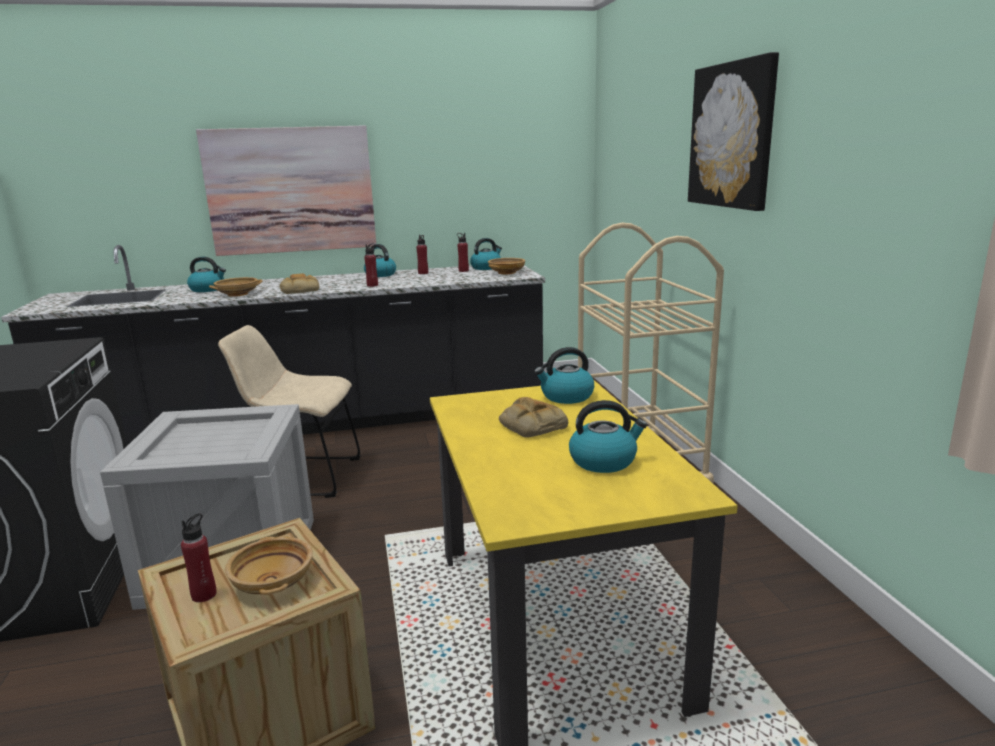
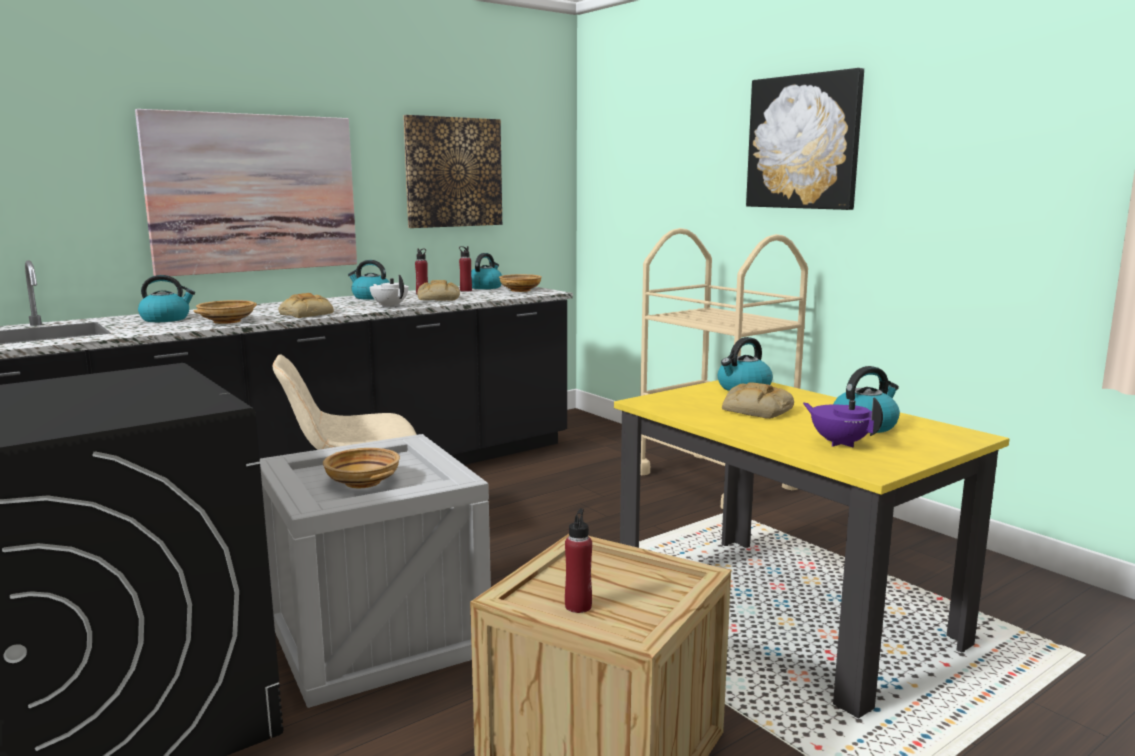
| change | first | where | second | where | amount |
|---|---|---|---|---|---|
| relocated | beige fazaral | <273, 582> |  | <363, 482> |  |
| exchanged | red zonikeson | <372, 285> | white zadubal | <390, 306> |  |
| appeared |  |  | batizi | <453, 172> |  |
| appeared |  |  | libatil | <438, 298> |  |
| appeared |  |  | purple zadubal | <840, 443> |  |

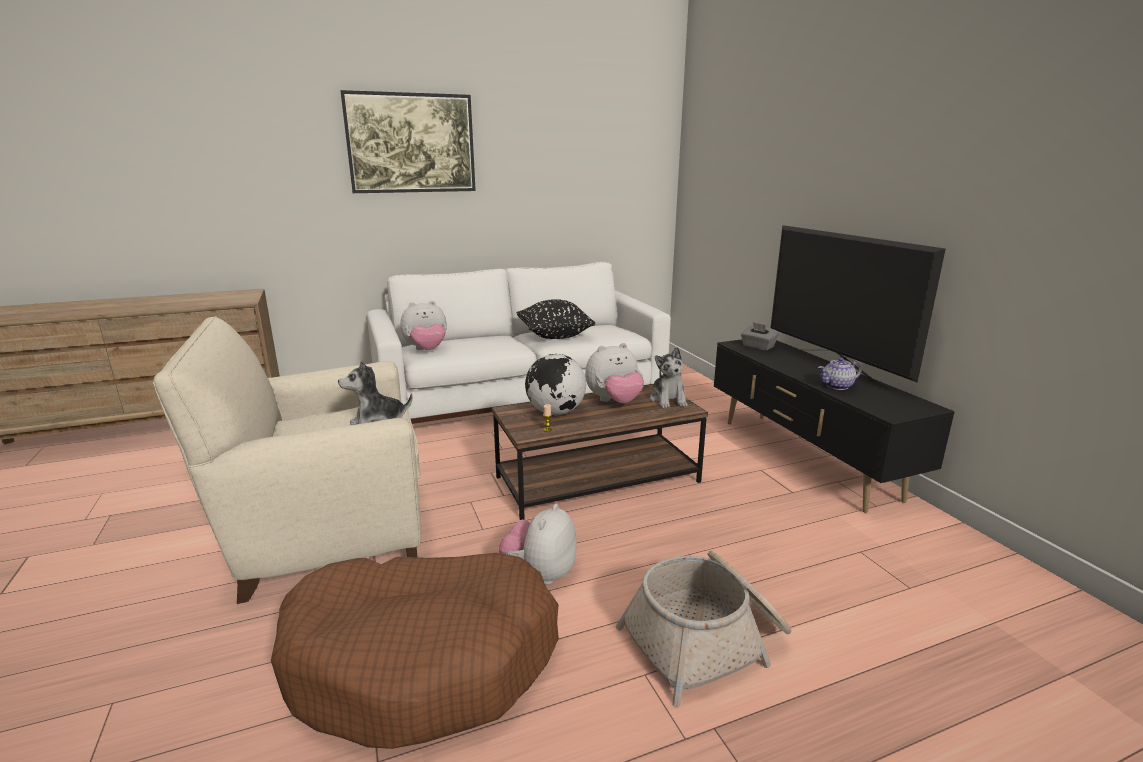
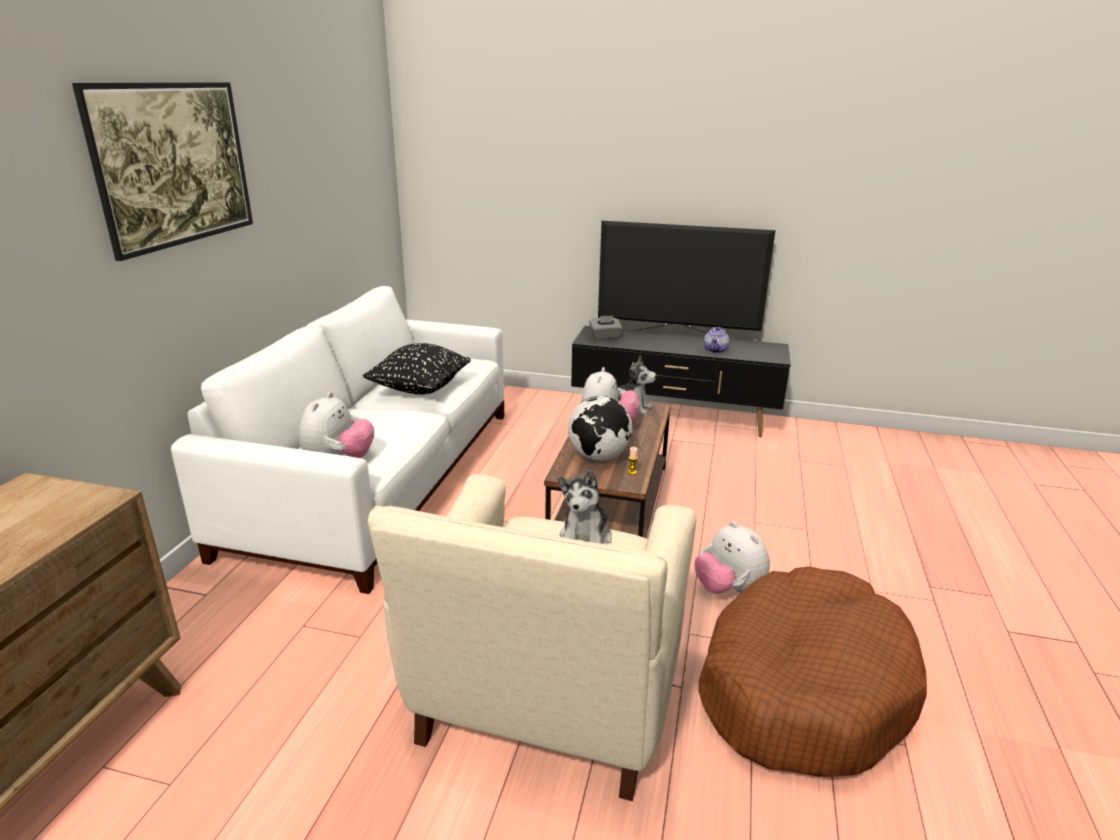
| change | first | where | second | where | amount |
|---|---|---|---|---|---|
| missing | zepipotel | <707, 640> |  |  |  |

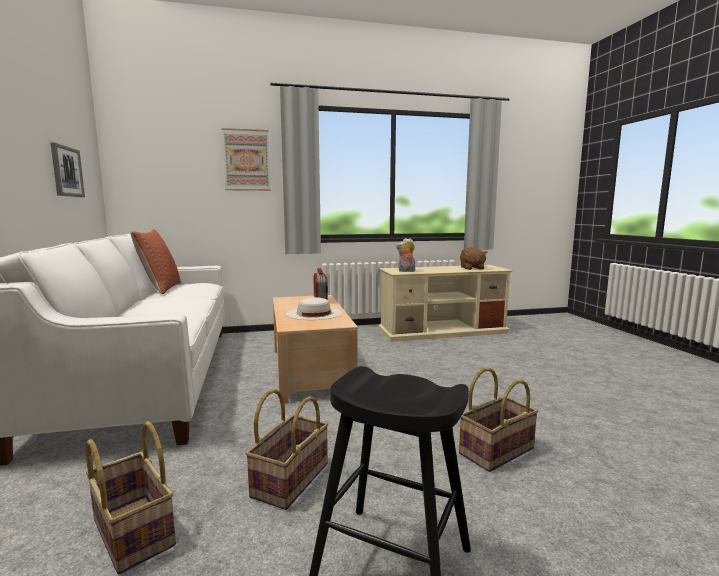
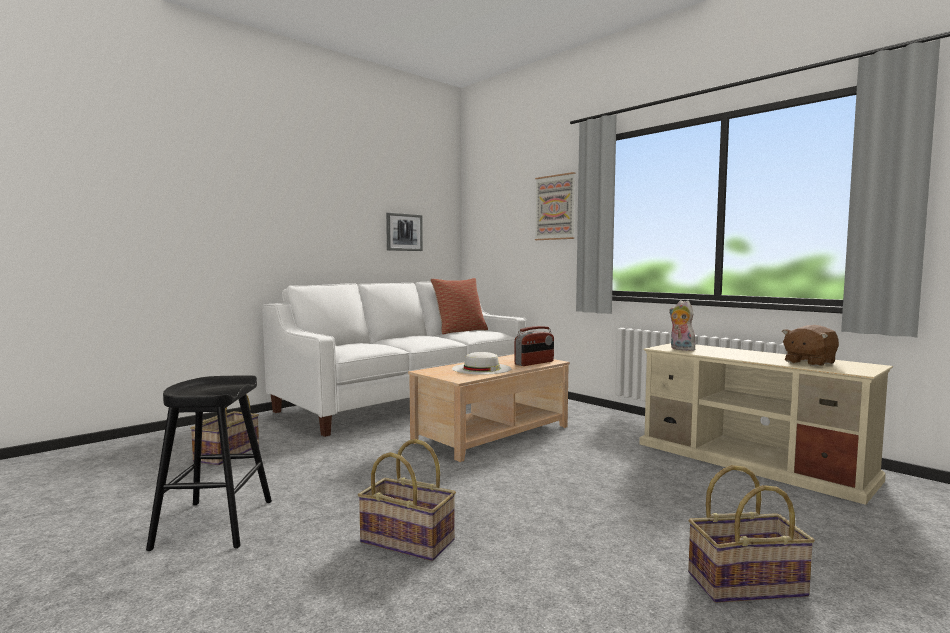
| change | first | where | second | where | amount |
|---|---|---|---|---|---|
| relocated | zepipotel | <289, 479> |  | <746, 583> |  |

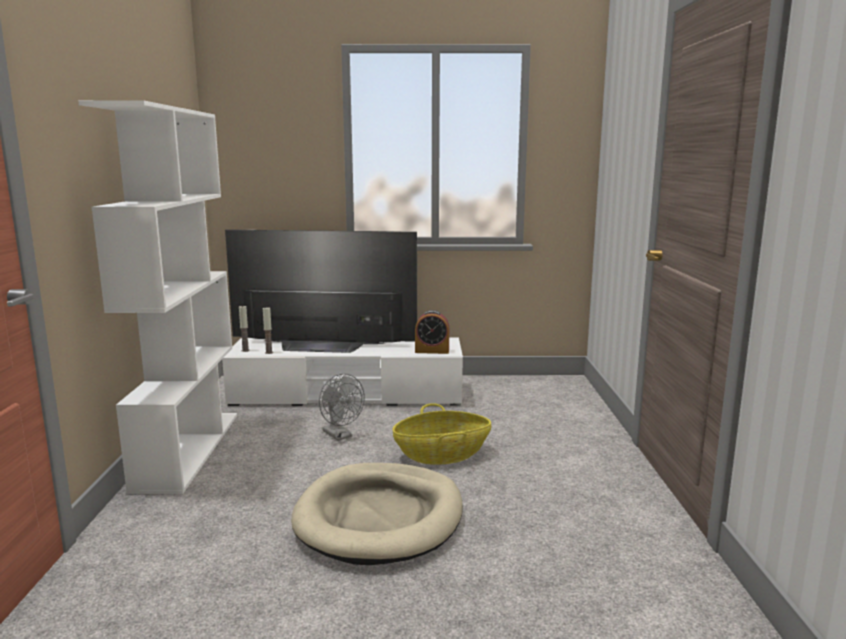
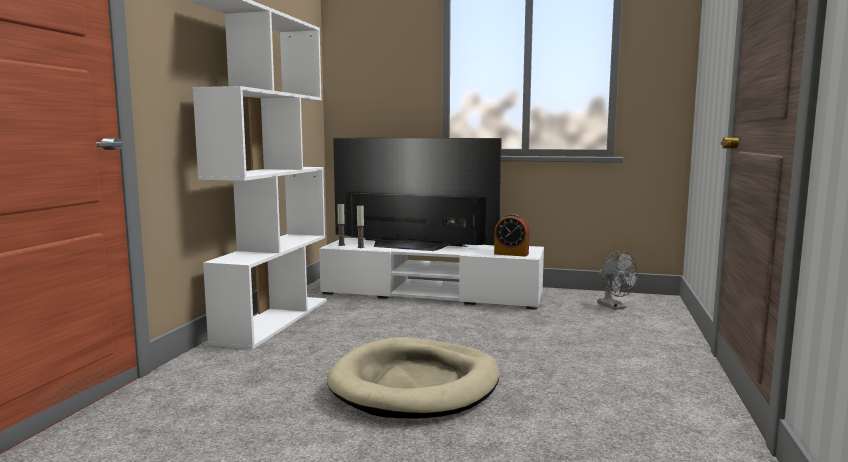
| change | first | where | second | where | amount |
|---|---|---|---|---|---|
| relocated | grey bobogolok | <340, 435> |  | <615, 307> |  |
| missing | zepipotel | <442, 454> |  |  |  |

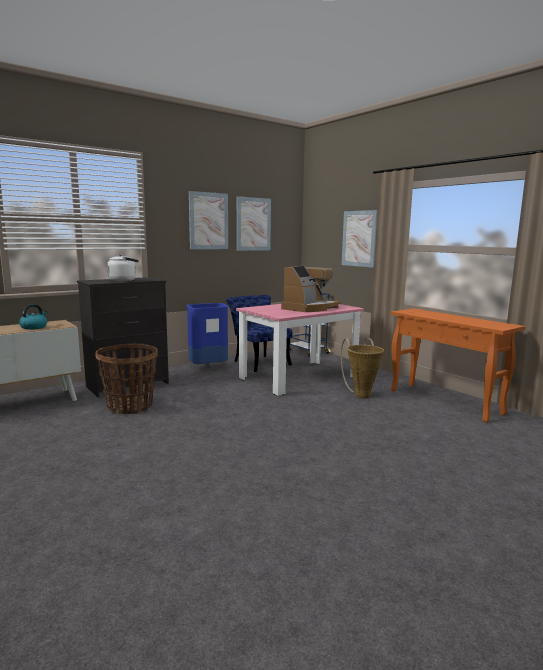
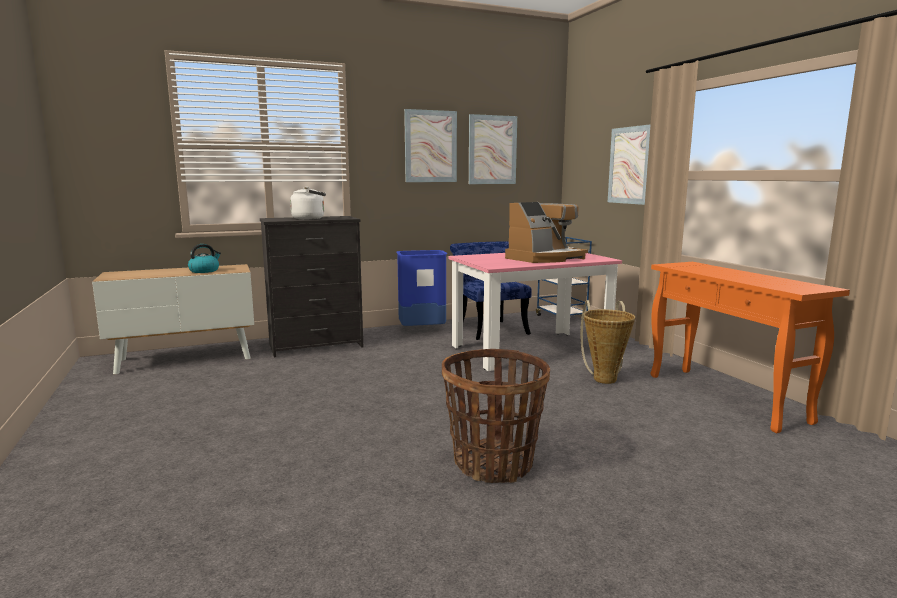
| change | first | where | second | where | amount |
|---|---|---|---|---|---|
| relocated | zepipotel | <130, 406> |  | <493, 463> |  |

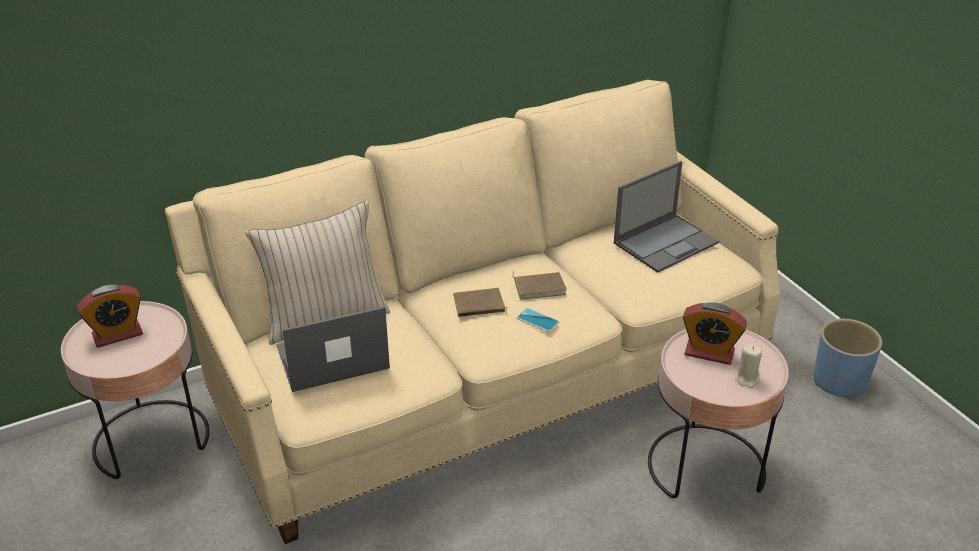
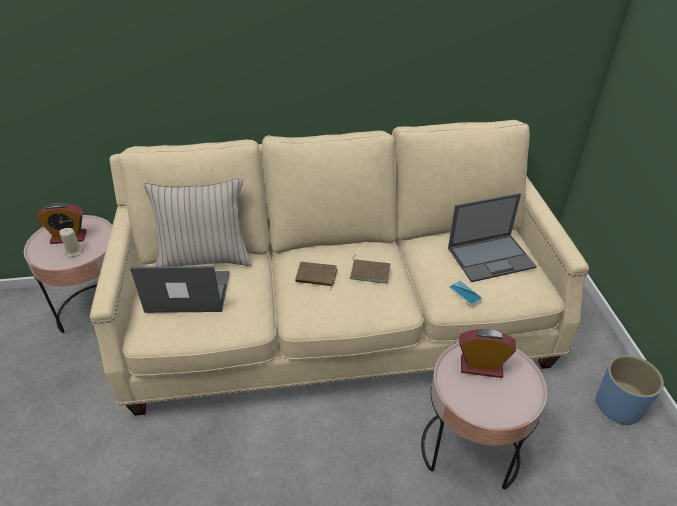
| change | first | where | second | where | amount |
|---|---|---|---|---|---|
| relocated | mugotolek | <537, 320> |  | <465, 293> |  |
| spun | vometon | <709, 352> |  | <481, 367> | 150 degrees clockwise |
| relocated | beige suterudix | <747, 379> |  | <74, 252> |  |

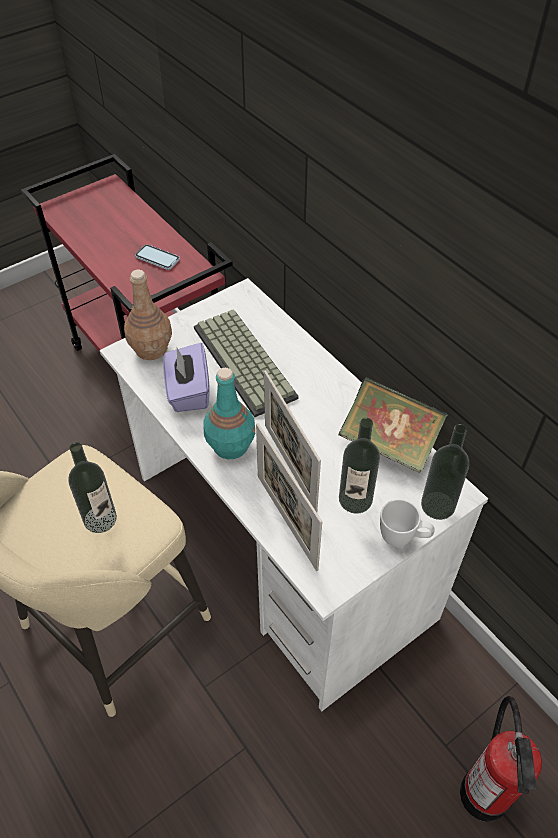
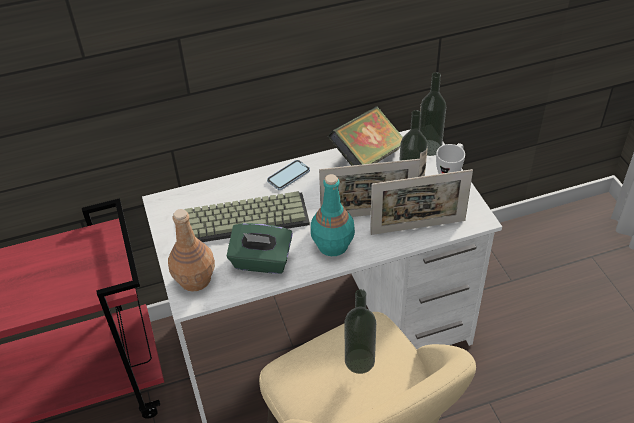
| change | first | where | second | where | amount |
|---|---|---|---|---|---|
| relocated | mugotolek | <157, 258> |  | <288, 176> |  |
| colour | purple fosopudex | <188, 392> | green fosopudex | <261, 262> |  |
| missing | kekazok | <484, 794> |  |  |  |

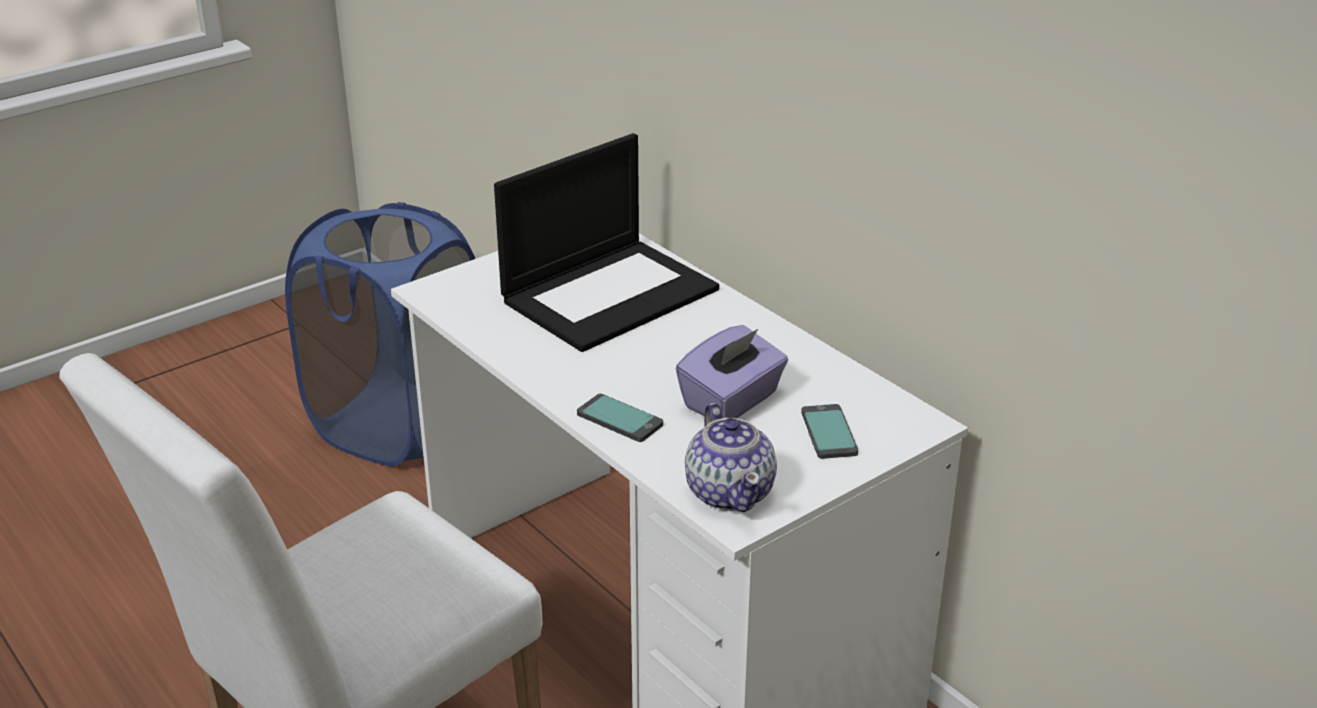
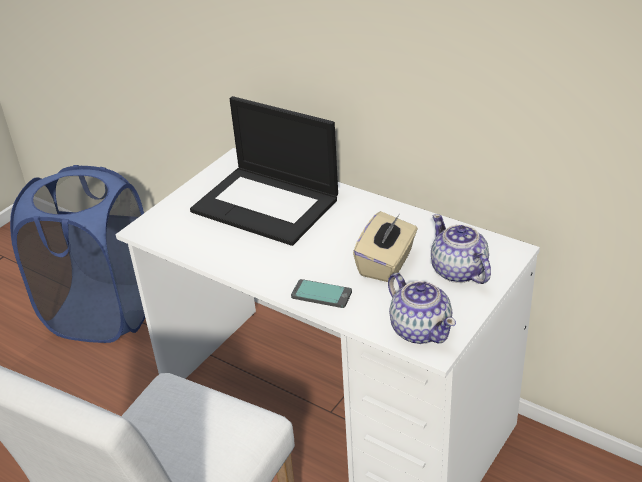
| change | first | where | second | where | amount |
|---|---|---|---|---|---|
| spun | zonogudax | <610, 294> |  | <267, 205> | 90 degrees clockwise |
| colour | purple fosopudex | <732, 401> | beige fosopudex | <386, 264> |  |
| exchanged | mugotolek | <828, 433> | zadubal | <458, 271> |  |

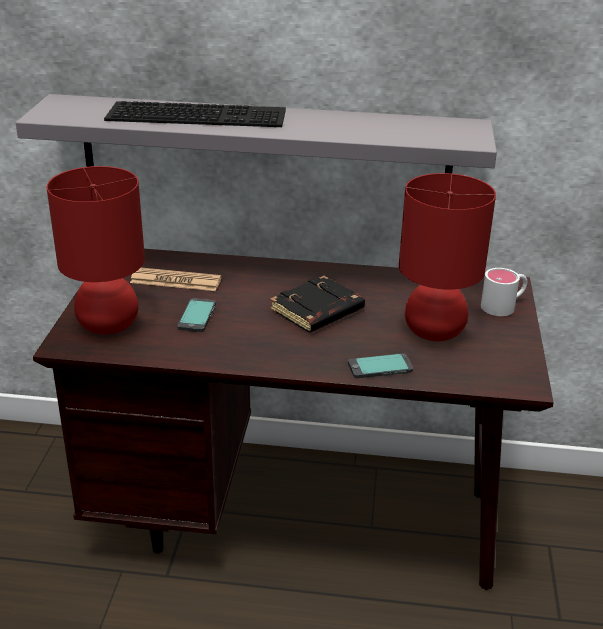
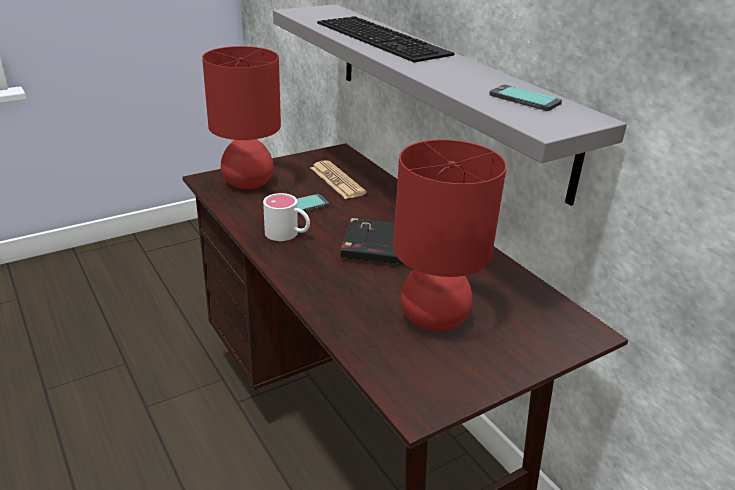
| change | first | where | second | where | amount |
|---|---|---|---|---|---|
| relocated | mugotolek | <380, 367> |  | <524, 99> |  |
| relocated | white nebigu | <504, 305> |  | <288, 234> |  |

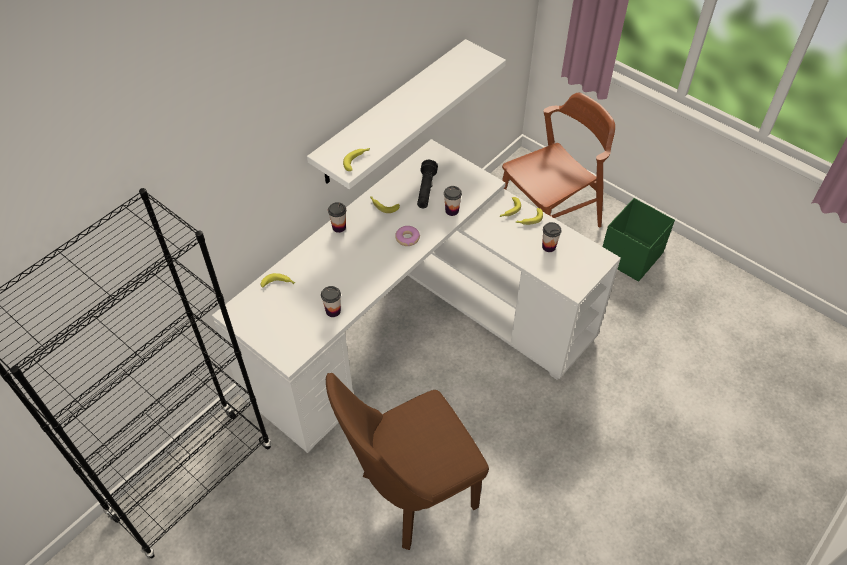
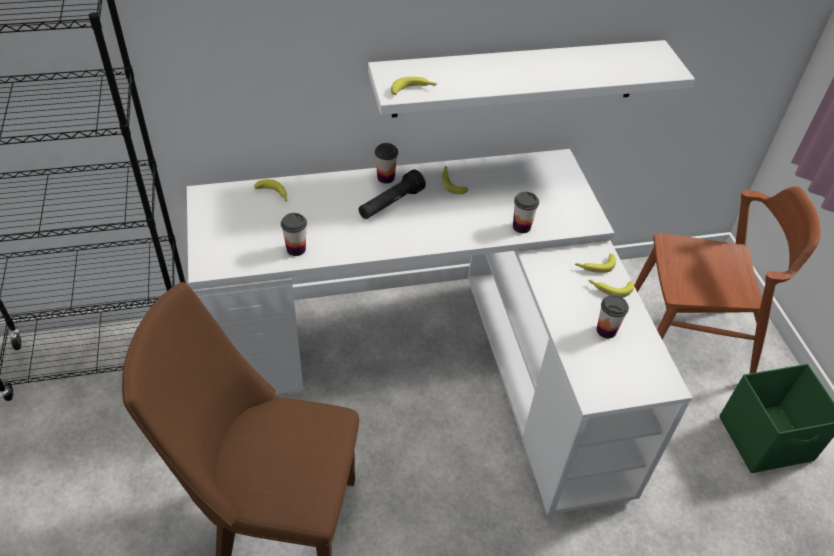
| change | first | where | second | where | amount |
|---|---|---|---|---|---|
| missing | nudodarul | <407, 238> |  |  |  |
| relocated | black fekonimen | <426, 190> |  | <391, 204> |  |

